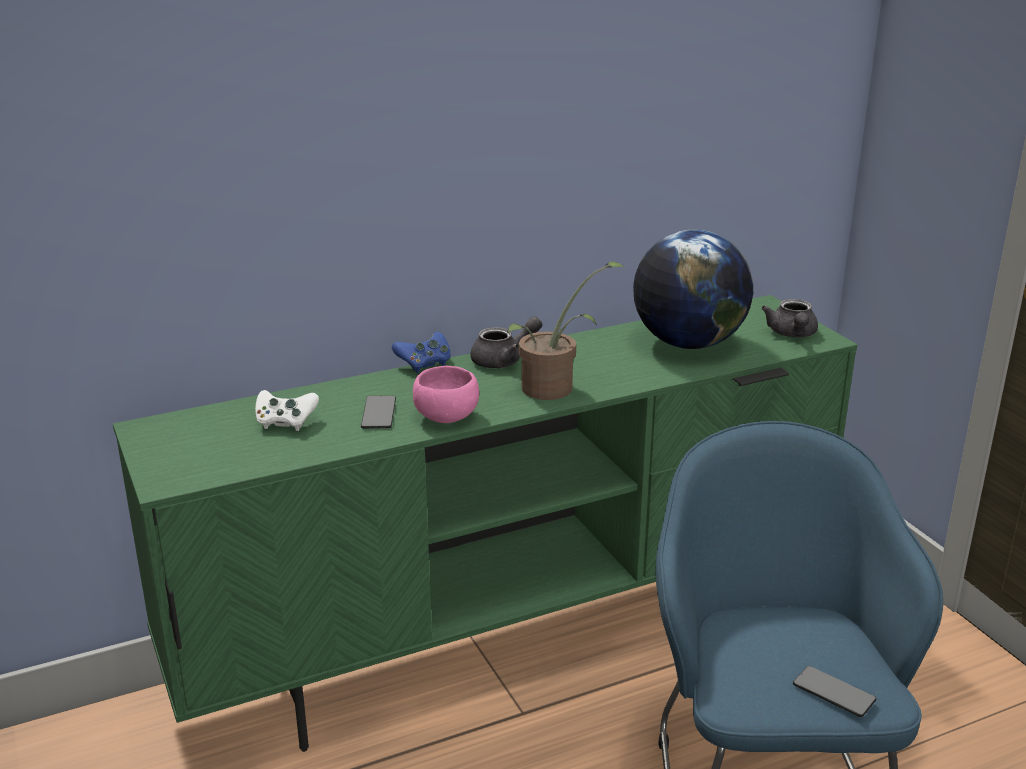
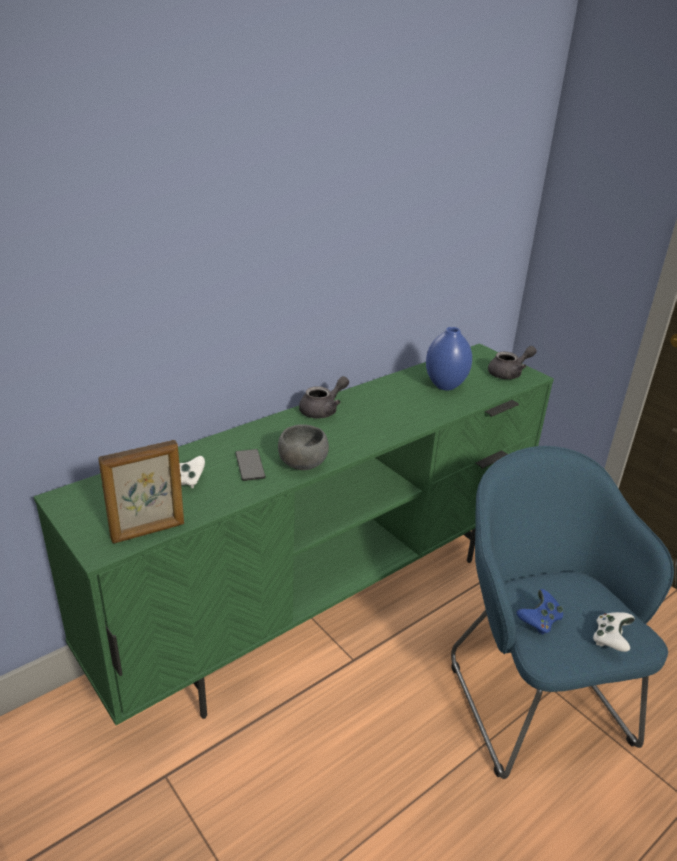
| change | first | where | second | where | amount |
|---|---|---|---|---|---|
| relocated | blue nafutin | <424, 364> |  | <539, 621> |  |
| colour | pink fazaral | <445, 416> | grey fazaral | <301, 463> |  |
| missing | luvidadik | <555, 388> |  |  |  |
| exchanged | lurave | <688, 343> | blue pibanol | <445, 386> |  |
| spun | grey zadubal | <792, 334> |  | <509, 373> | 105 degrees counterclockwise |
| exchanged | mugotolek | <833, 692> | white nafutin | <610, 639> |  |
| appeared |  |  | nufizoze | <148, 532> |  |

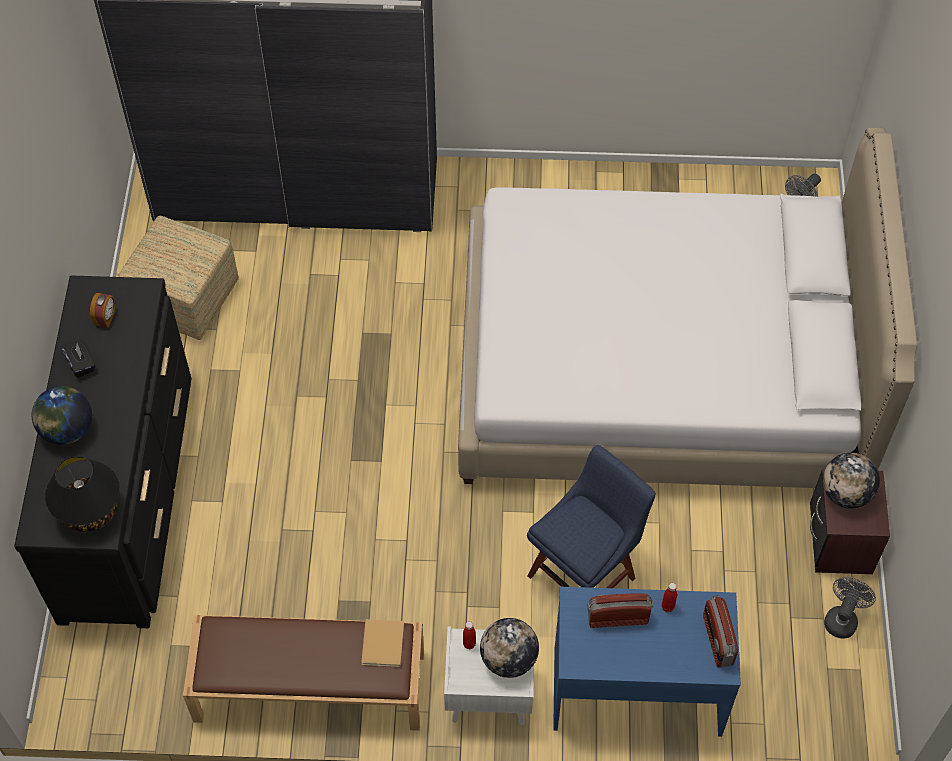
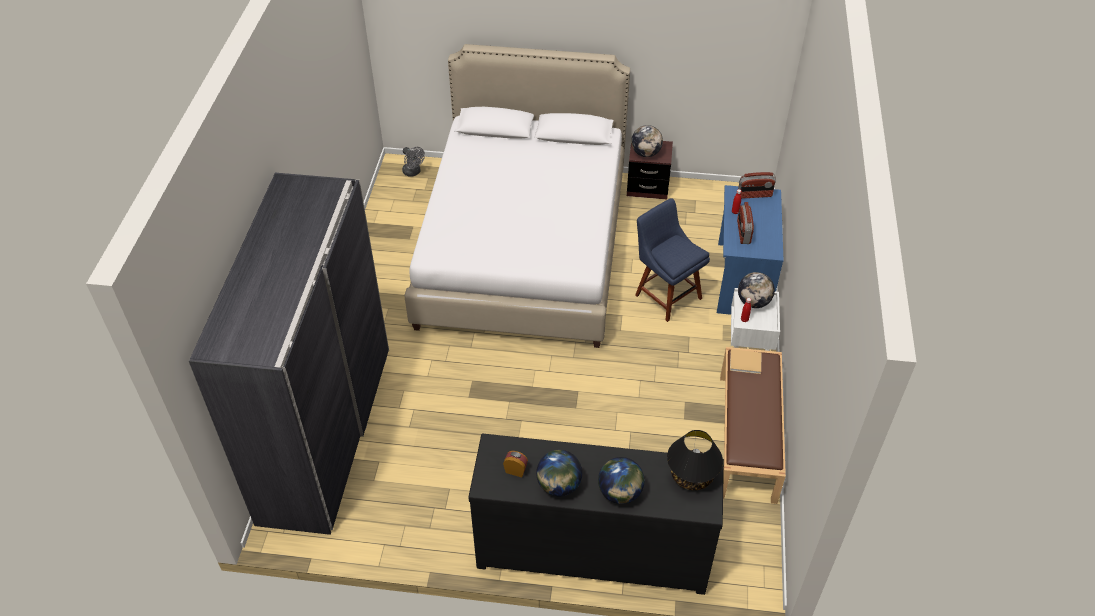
| change | first | where | second | where | amount |
|---|---|---|---|---|---|
| exchanged | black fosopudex | <81, 364> | lurave | <559, 485> |  |
| missing | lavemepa | <184, 300> |  |  |  |
| missing | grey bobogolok | <842, 618> |  |  |  |

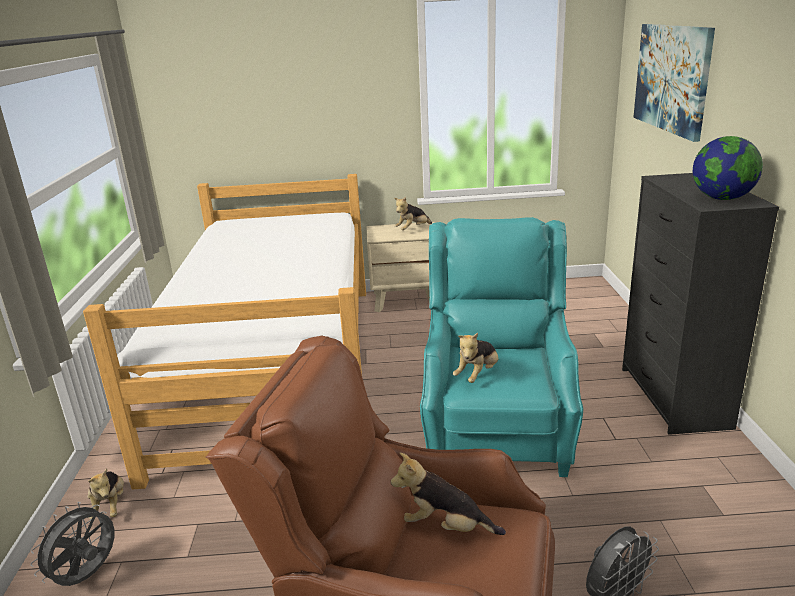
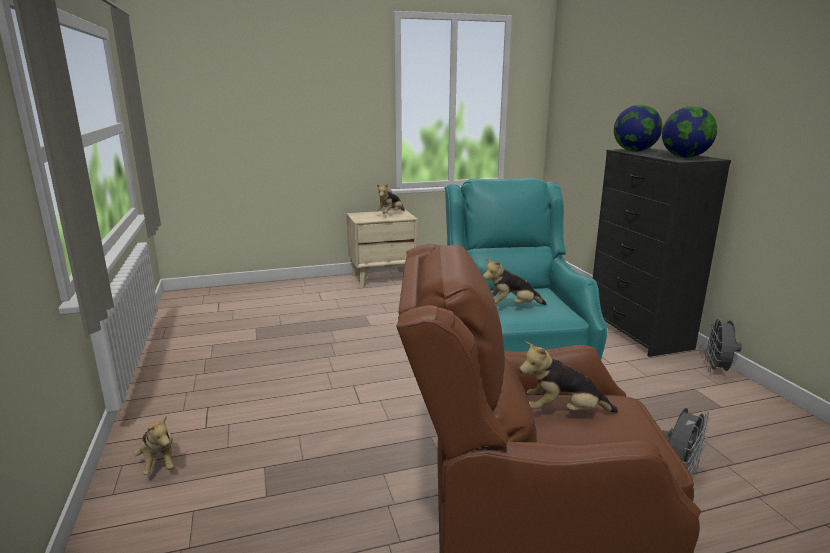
| change | first | where | second | where | amount |
|---|---|---|---|---|---|
| relocated | grey bobogolok | <87, 576> |  | <717, 370> |  |
| missing | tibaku | <278, 367> |  |  |  |
| spun | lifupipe | <477, 375> |  | <511, 307> | 60 degrees clockwise |
| missing | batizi | <671, 78> |  |  |  |
| appeared |  |  | lurave | <634, 151> |  |

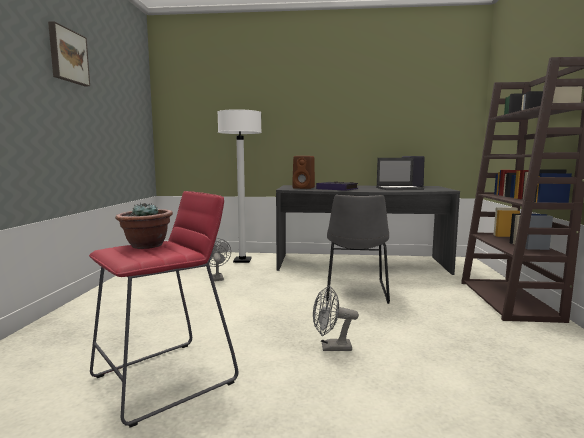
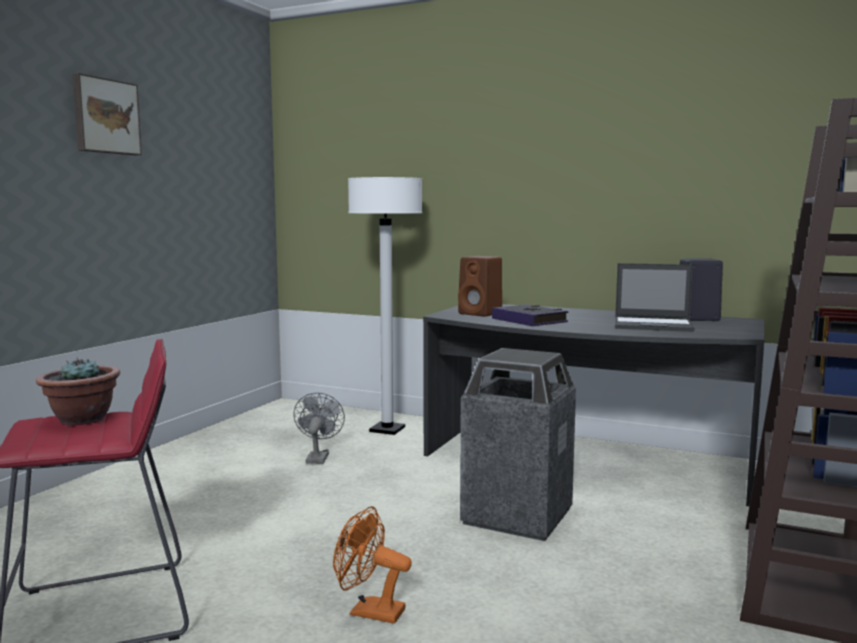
| change | first | where | second | where | amount |
|---|---|---|---|---|---|
| colour | grey bobogolok | <331, 347> | orange bobogolok | <369, 611> |  |
| exchanged | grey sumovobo | <356, 292> | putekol | <516, 516> |  |

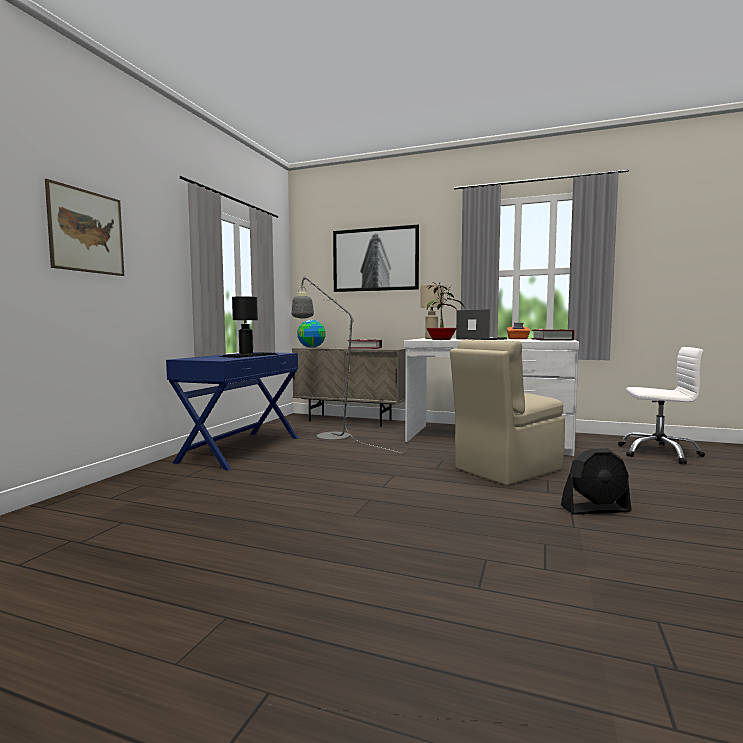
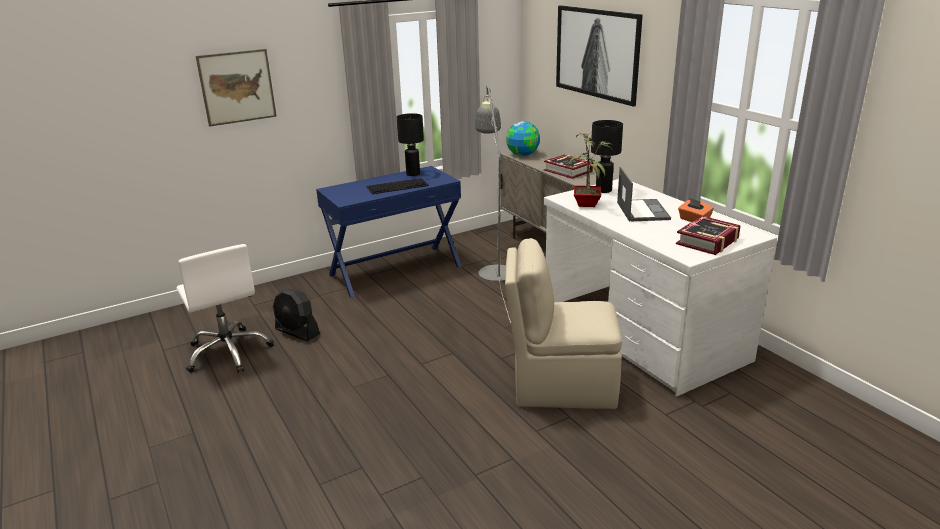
| change | first | where | second | where | amount |
|---|---|---|---|---|---|
| colour | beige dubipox | <431, 338> | black dubipox | <604, 190> |  |
| relocated | black bobogolok | <595, 509> |  | <297, 332> |  |
| relocated | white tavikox | <658, 453> |  | <229, 352> |  |

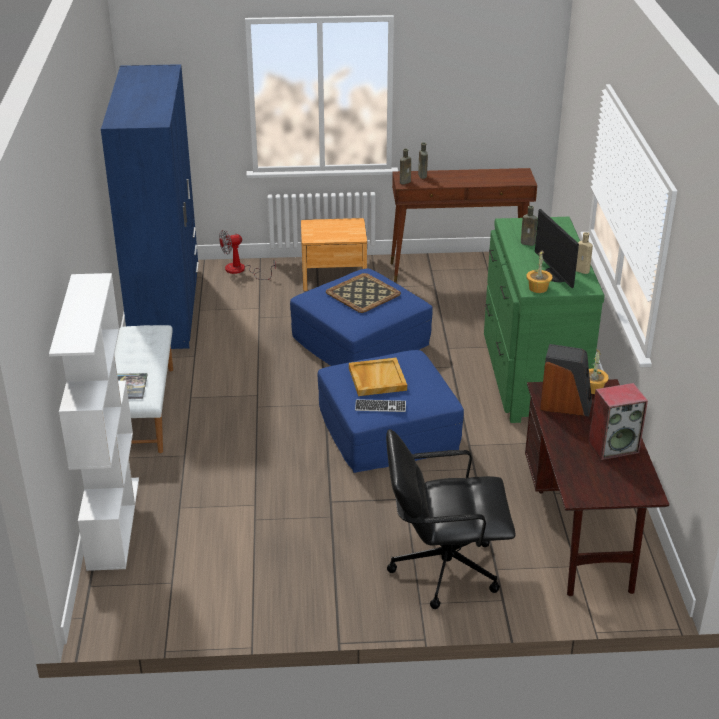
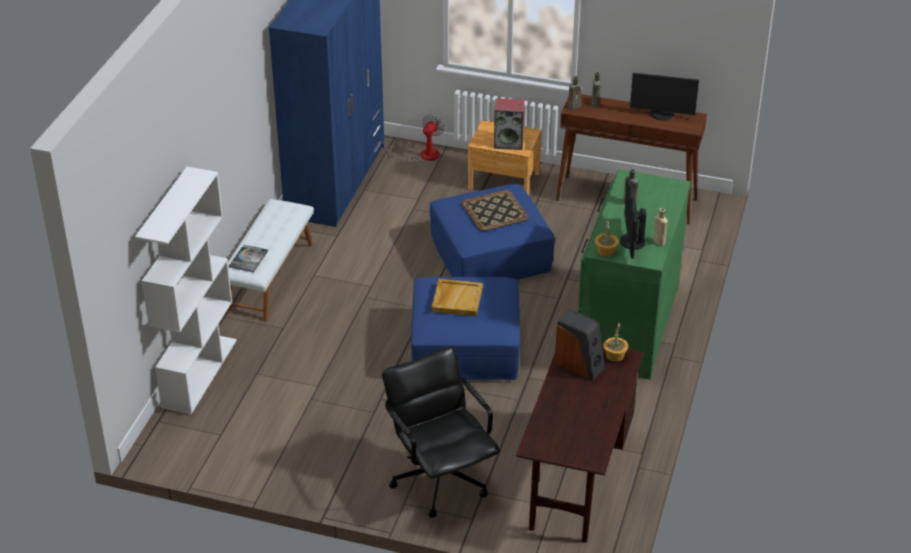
| change | first | where | second | where | amount |
|---|---|---|---|---|---|
| spun | bobogolok | <241, 270> |  | <422, 156> | 120 degrees clockwise |
| missing | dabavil | <380, 407> |  |  |  |
| spun | black tavikox | <443, 568> |  | <440, 479> | 45 degrees clockwise |
| relocated | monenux | <614, 446> |  | <509, 143> |  |
| appeared |  |  | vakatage | <662, 115> |  |

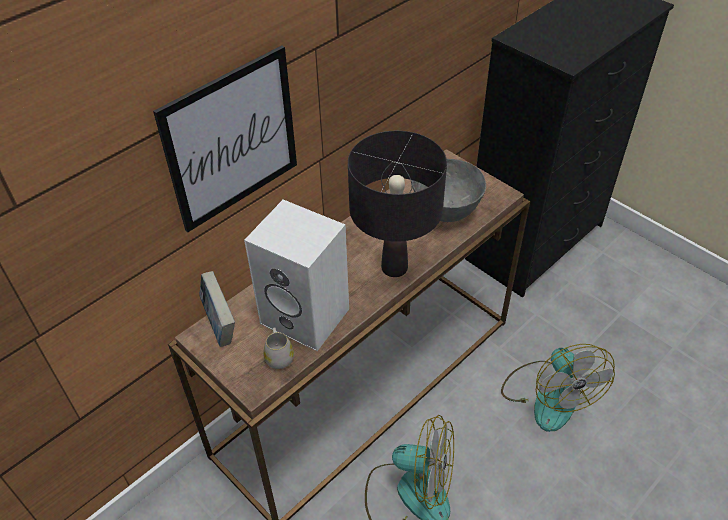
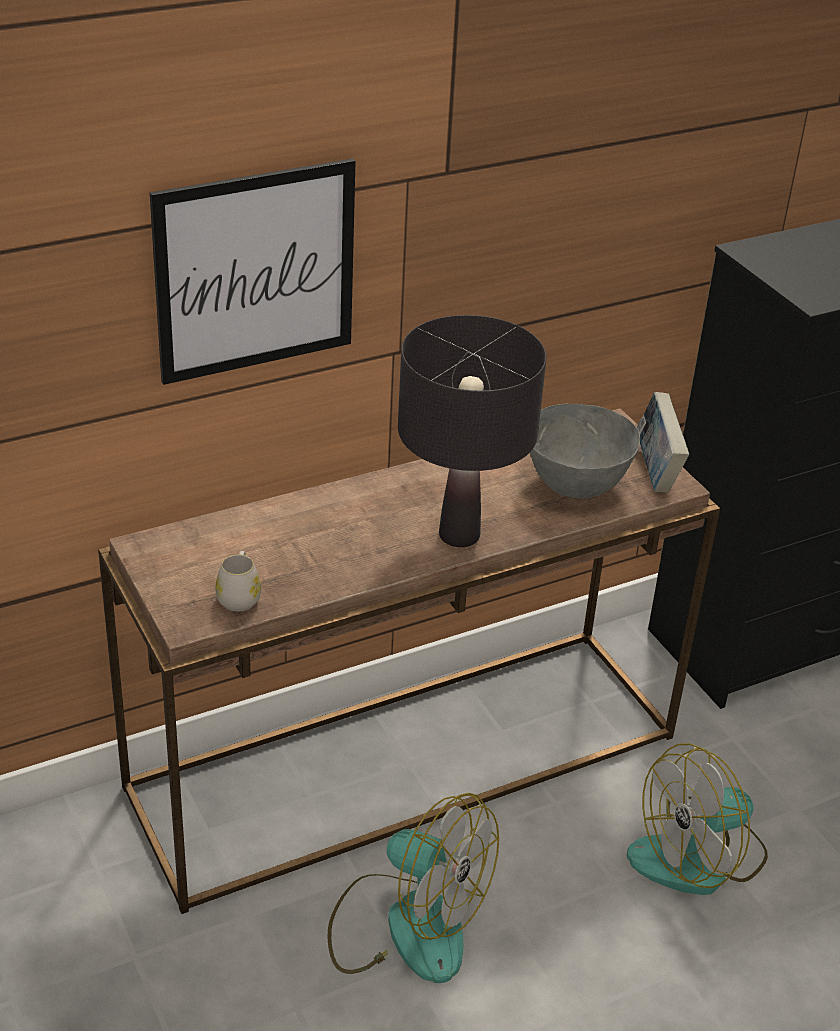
| change | first | where | second | where | amount |
|---|---|---|---|---|---|
| relocated | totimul | <220, 325> |  | <656, 471> |  |
| missing | white monenux | <307, 316> |  |  |  |
| spun | bobogolok | <548, 395> |  | <698, 858> | 60 degrees clockwise |

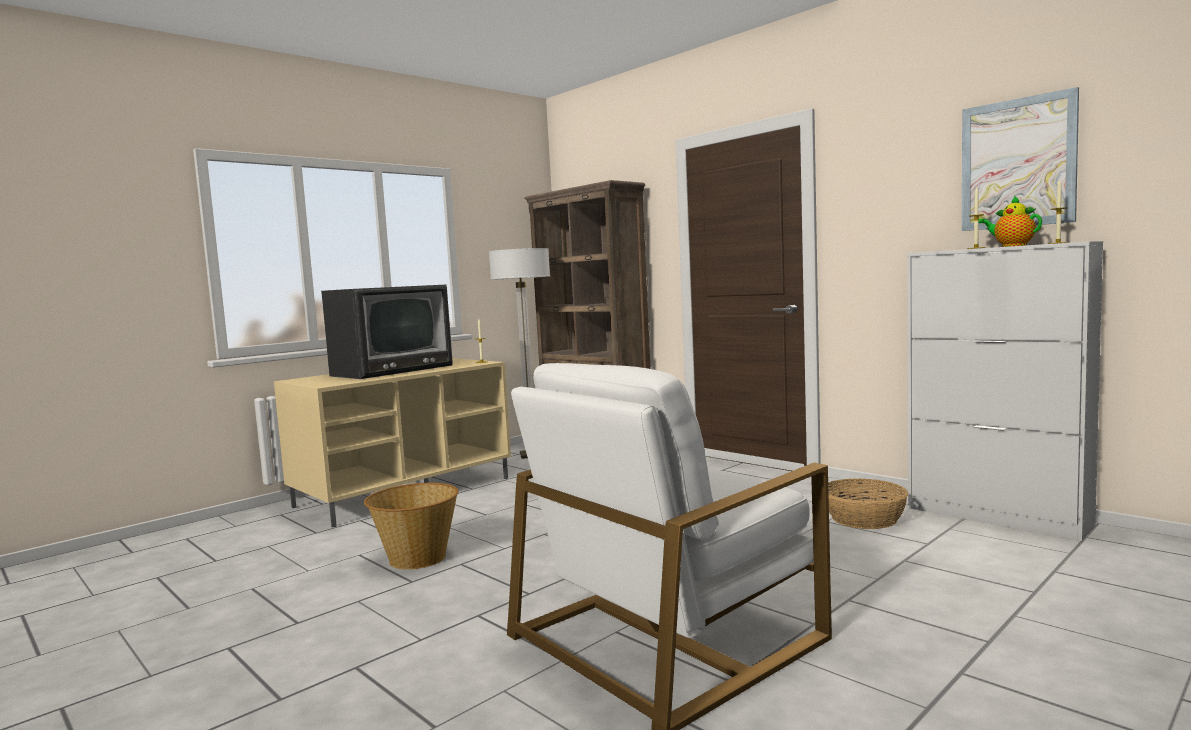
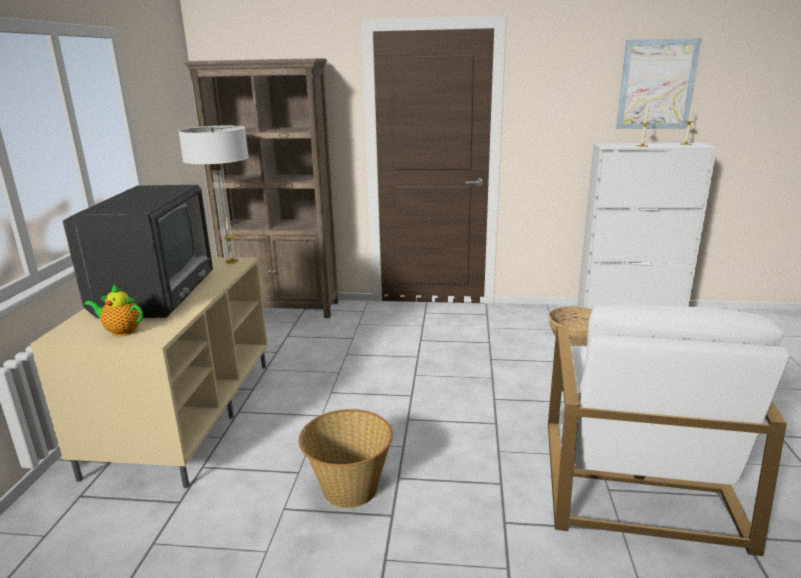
| change | first | where | second | where | amount |
|---|---|---|---|---|---|
| relocated | zadubal | <1011, 246> |  | <121, 331> |  |

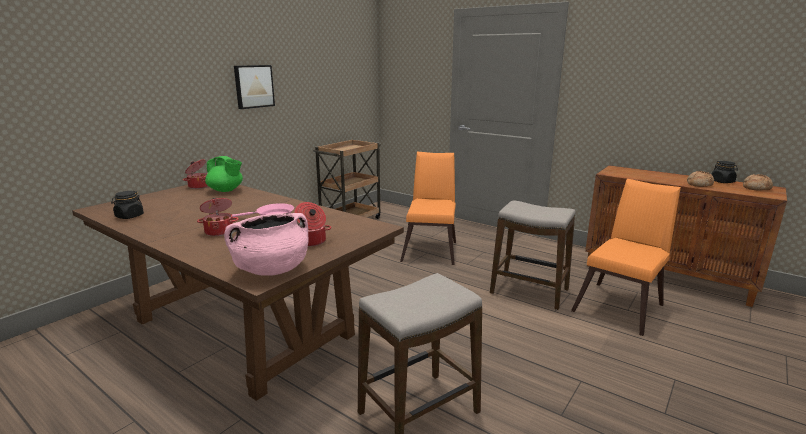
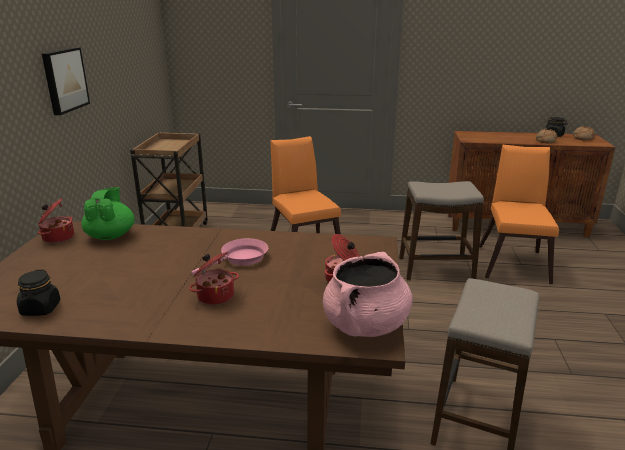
| change | first | where | second | where | amount |
|---|---|---|---|---|---|
| spun | green zadubal | <226, 190> |  | <111, 235> | 90 degrees counterclockwise |

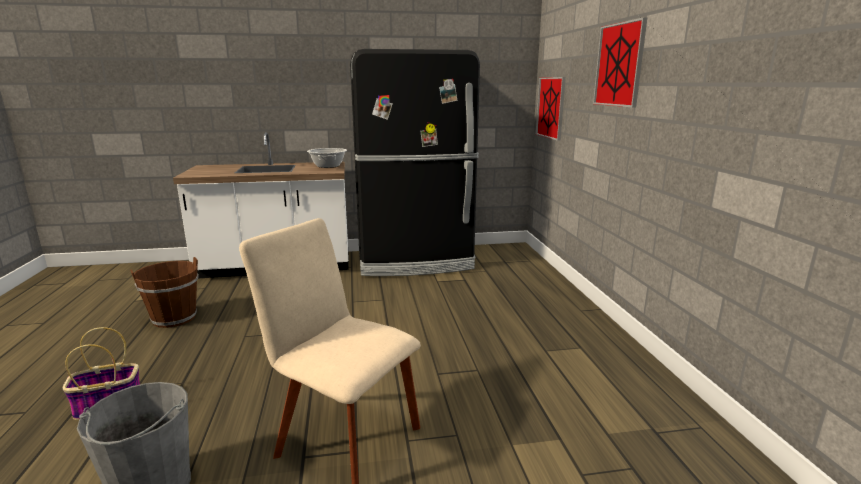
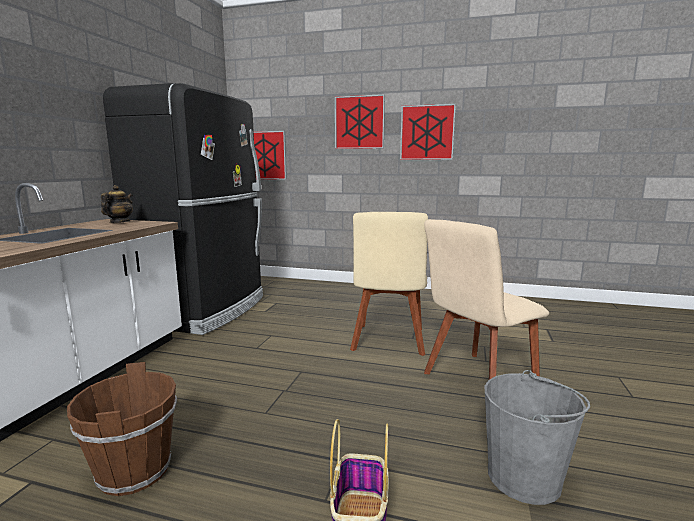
| change | first | where | second | where | amount |
|---|---|---|---|---|---|
| exchanged | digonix | <328, 166> | zadubal | <119, 222> |  |
| appeared |  |  | beige sumovobo | <388, 341> |  |
| appeared |  |  | batizi | <427, 132> |  |

